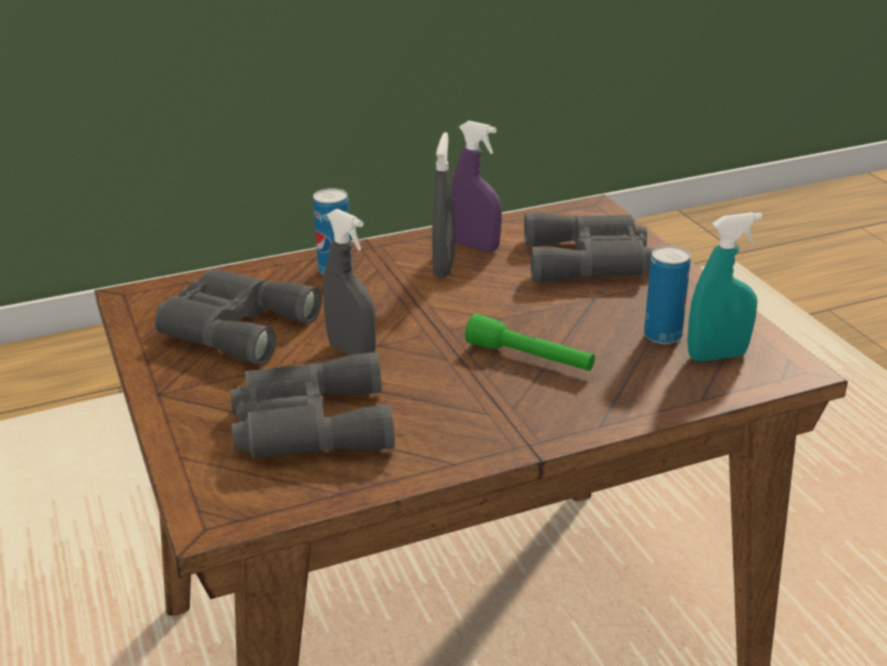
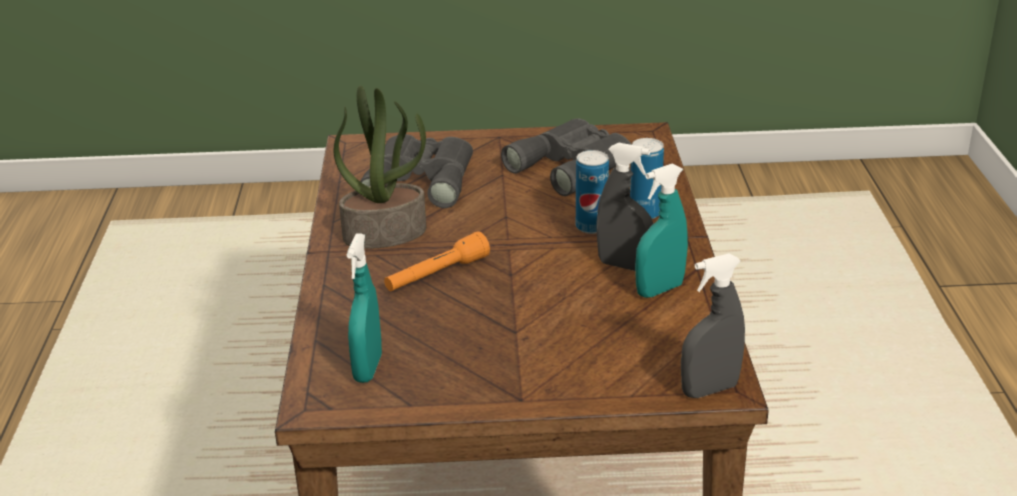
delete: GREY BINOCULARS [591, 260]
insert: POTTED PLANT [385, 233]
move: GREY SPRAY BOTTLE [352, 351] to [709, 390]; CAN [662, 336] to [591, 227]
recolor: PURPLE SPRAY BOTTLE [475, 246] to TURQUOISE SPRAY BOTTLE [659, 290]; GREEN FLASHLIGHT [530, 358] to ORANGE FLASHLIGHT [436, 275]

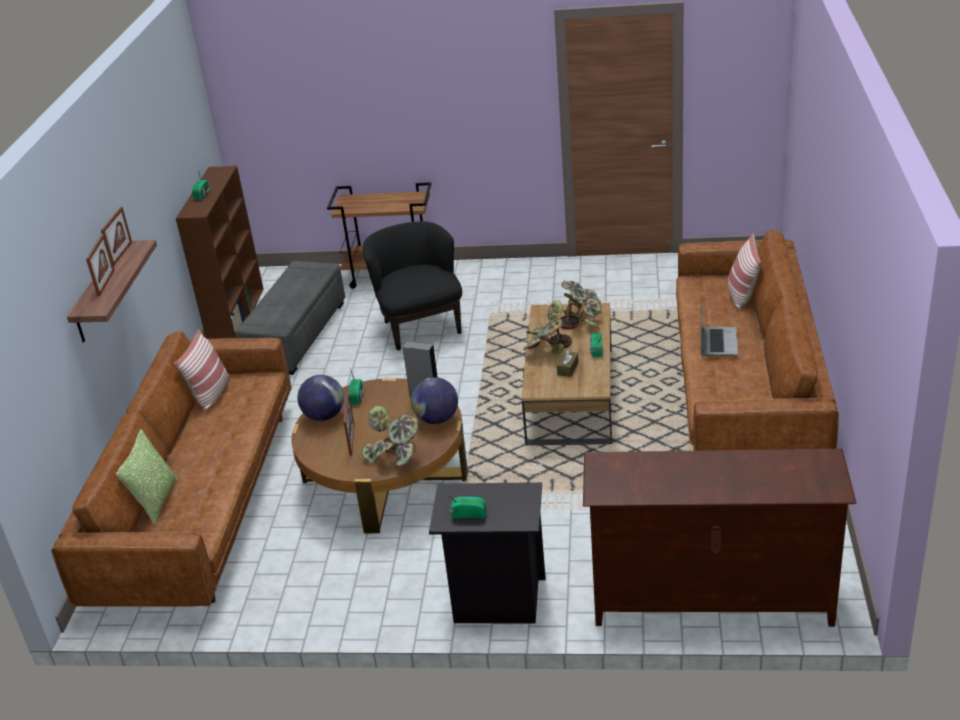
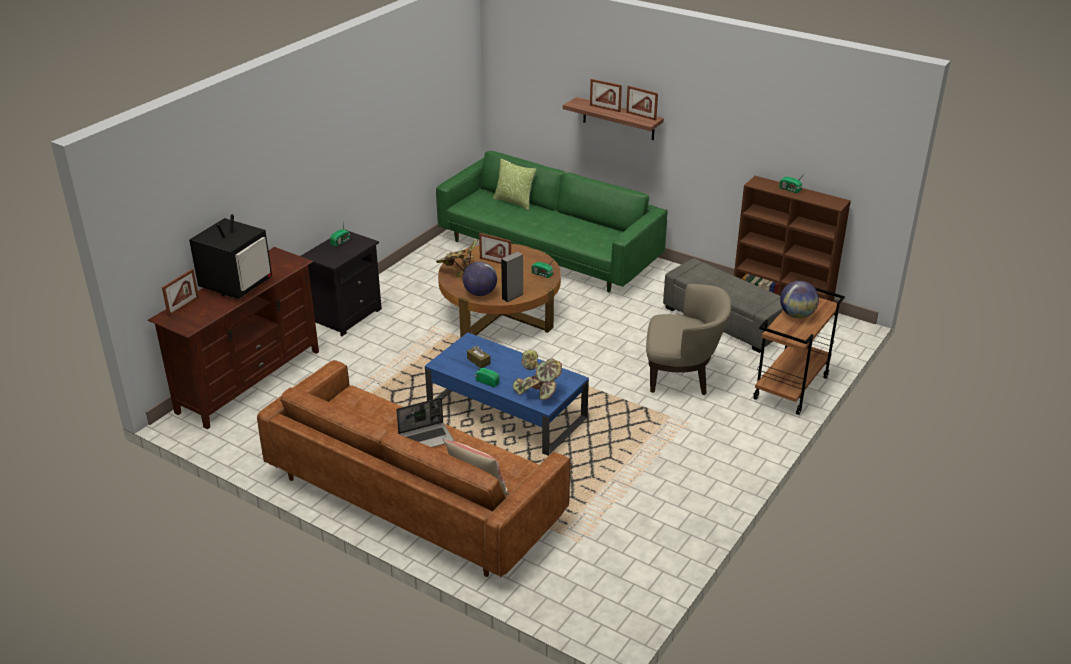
delete: POTTED PLANT [547, 347]; PILLOW [211, 395]
insert: TELEVISION [236, 284]; PICTURE FRAME [183, 307]
move: GLOBE [324, 416] to [797, 315]
recolor: BLACK ARMCHAIR [420, 326] to BEIGE ARMCHAIR [682, 377]; BROWN COFFEE TABLE [570, 395] to BLUE COFFEE TABLE [506, 411]; BROWN SOFA [199, 503] to GREEN SOFA [549, 251]
rotate: LAPTOP [717, 342] = [426, 438] 60 degrees counterclockwise

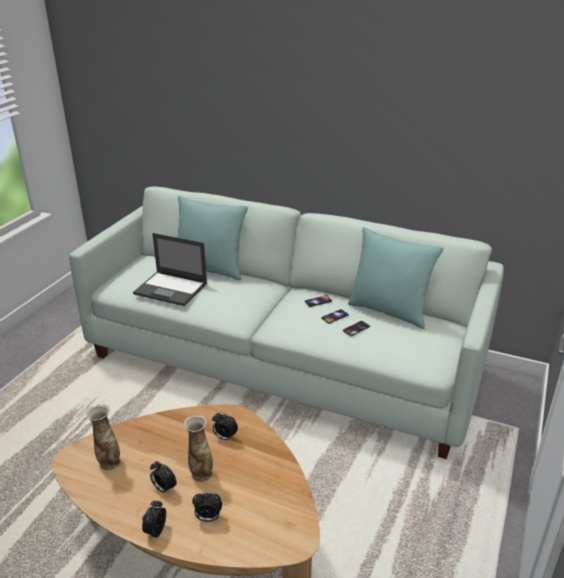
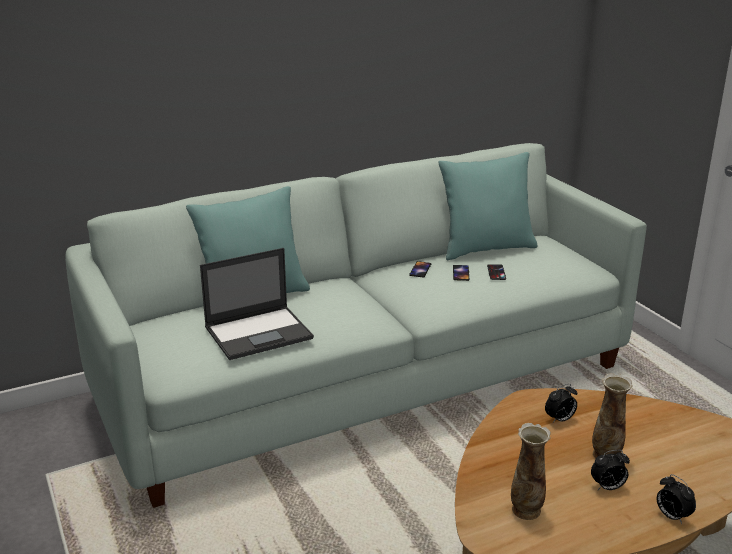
delete: ALARM CLOCK [208, 518]

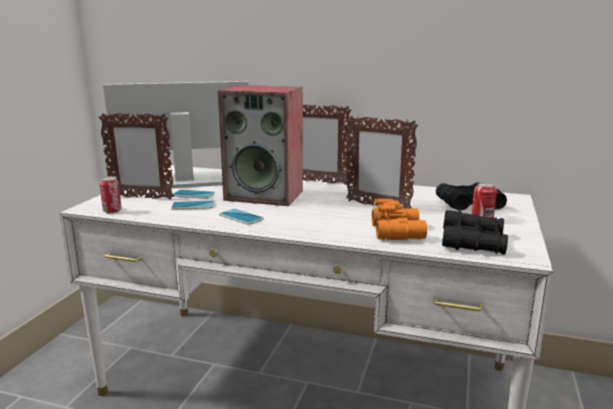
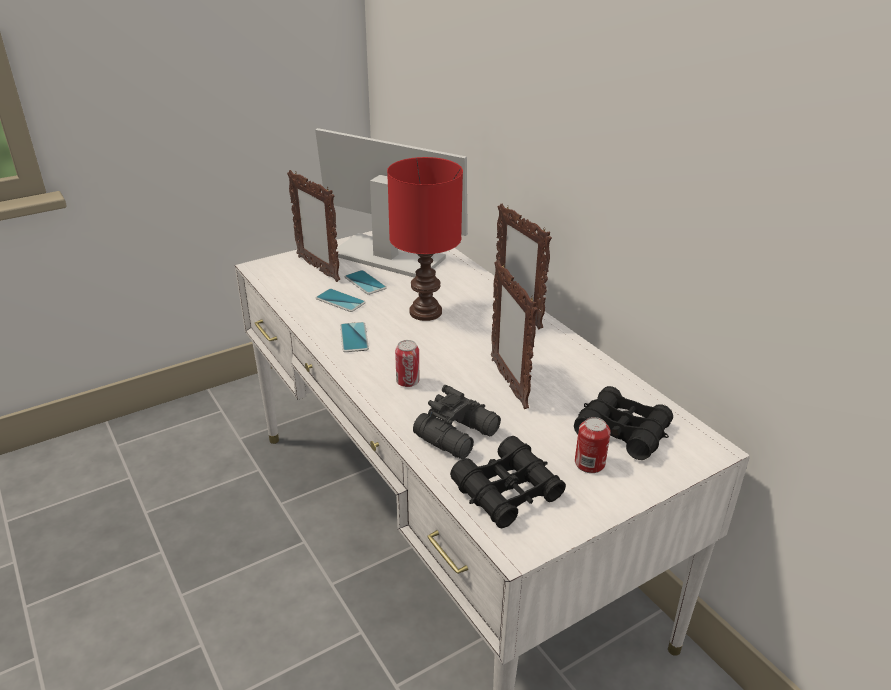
move: CAN [112, 211] to [407, 382]
replace: SPEAKER [265, 195] to RED TABLE LAMP [427, 312]
recolor: ORANGE BINOCULARS [398, 232] to BLACK BINOCULARS [459, 434]

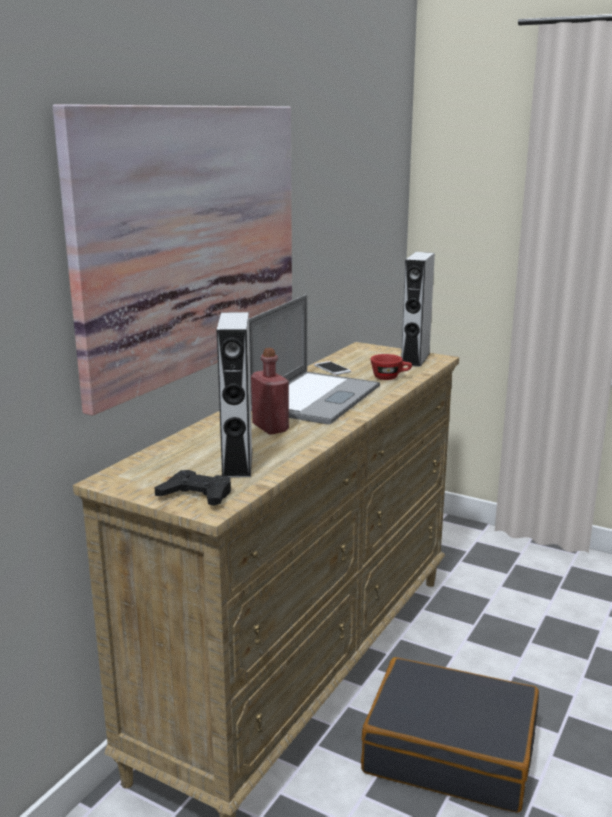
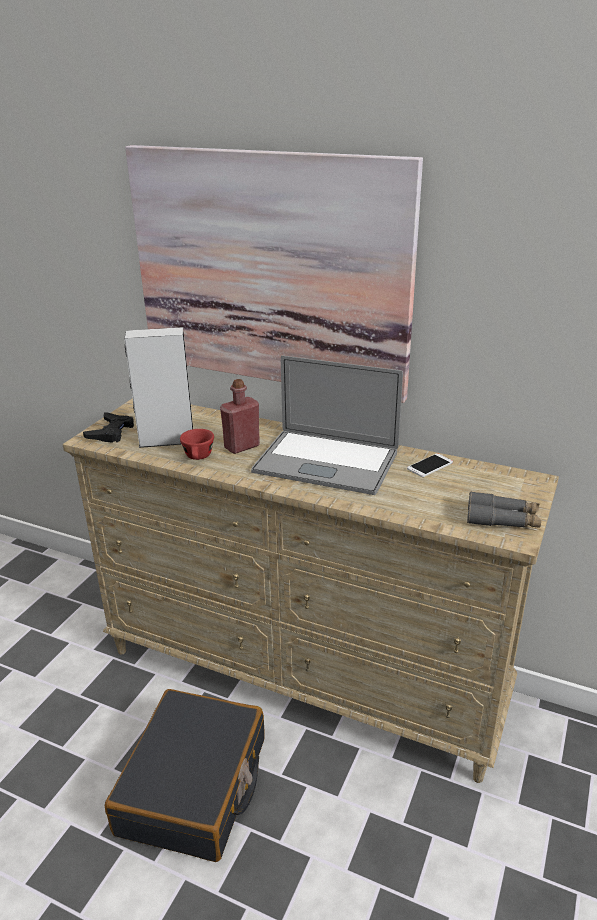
move: RED CUP [390, 377] to [198, 457]
replace: GREY SPEAKER [415, 359] to GREY BINOCULARS [502, 519]

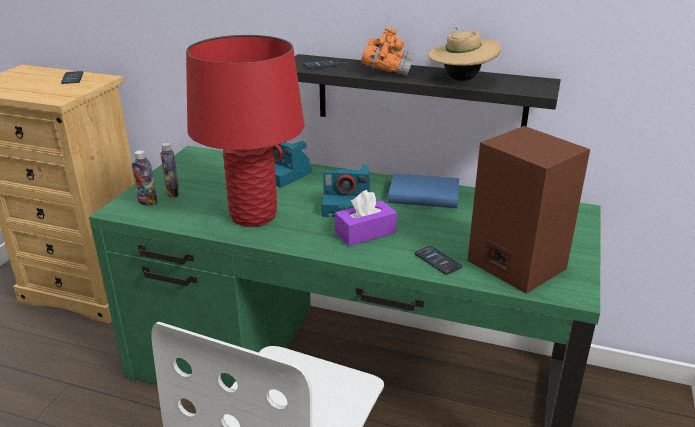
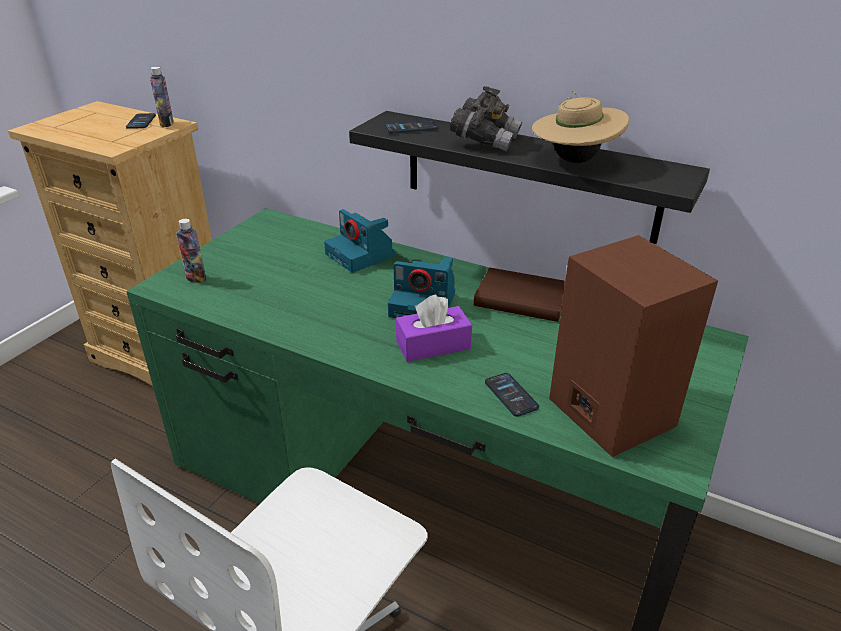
delete: RED TABLE LAMP [253, 216]
move: BOTTLE [173, 193] to [167, 124]
recolor: ORANGE BINOCULARS [387, 70] to GREY BINOCULARS [485, 141]; BLUE BOOK [423, 195] to BROWN BOOK [521, 300]

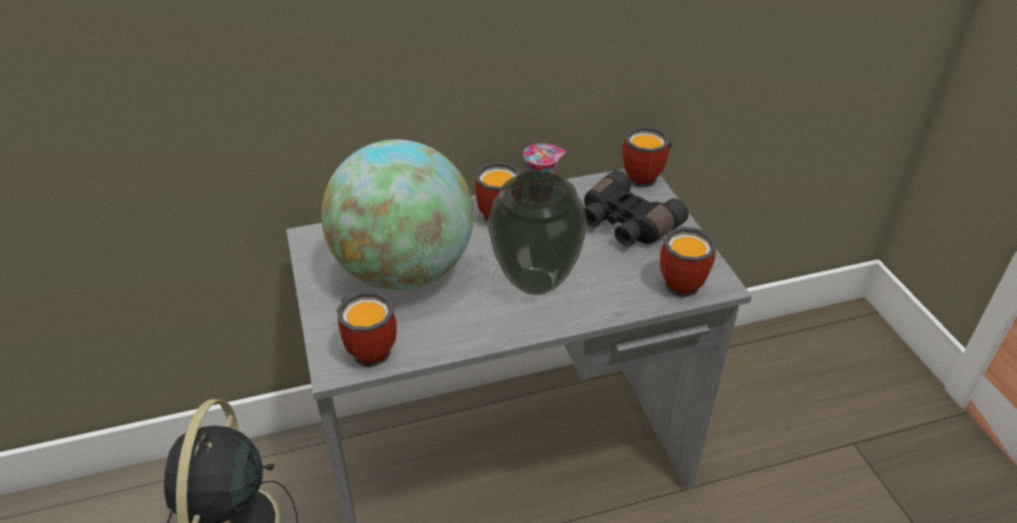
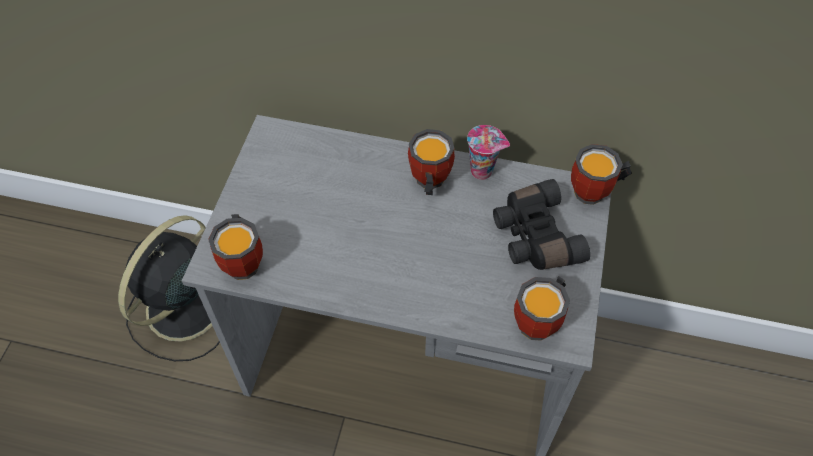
delete: GLOBE [404, 271]; VASE [534, 281]

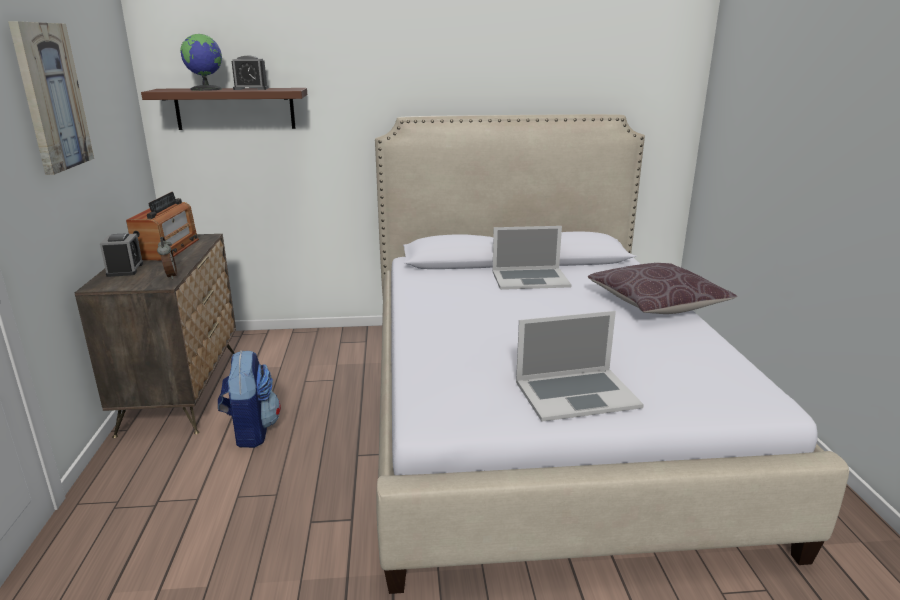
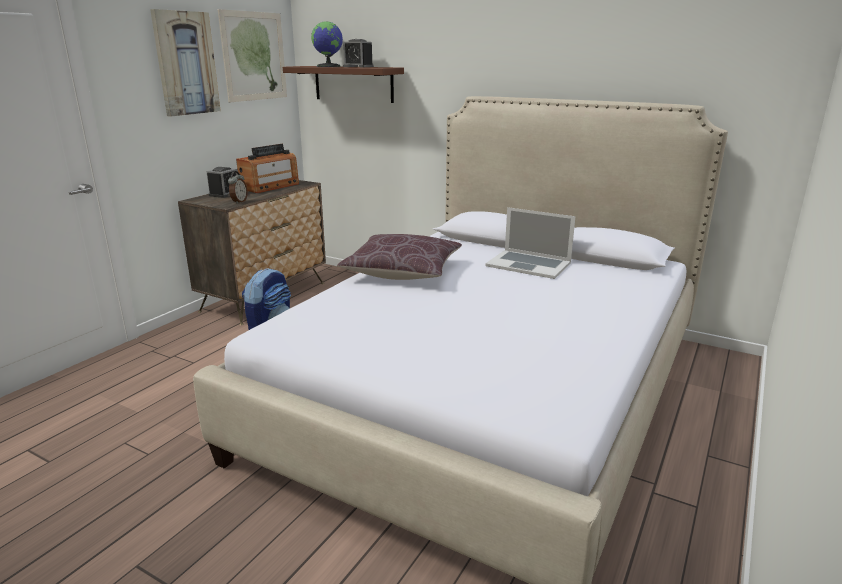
delete: LAPTOP [576, 394]
insert: PICTURE [254, 56]
move: BROWN PILLOW [656, 303] to [402, 271]

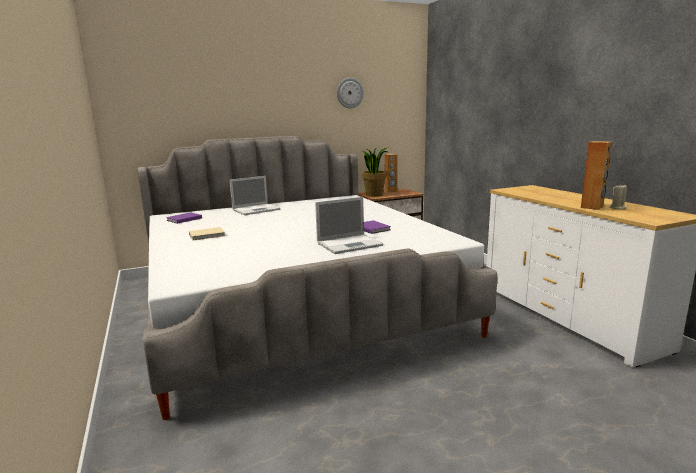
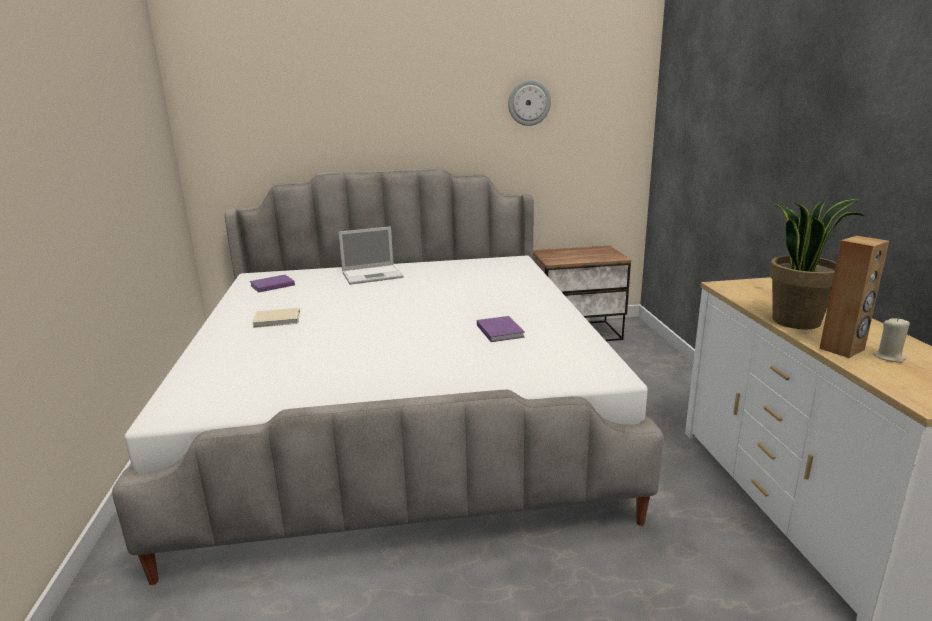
delete: BROWN SPEAKER [391, 191]; LAPTOP [350, 244]
move: POTTED PLANT [374, 195] to [796, 321]

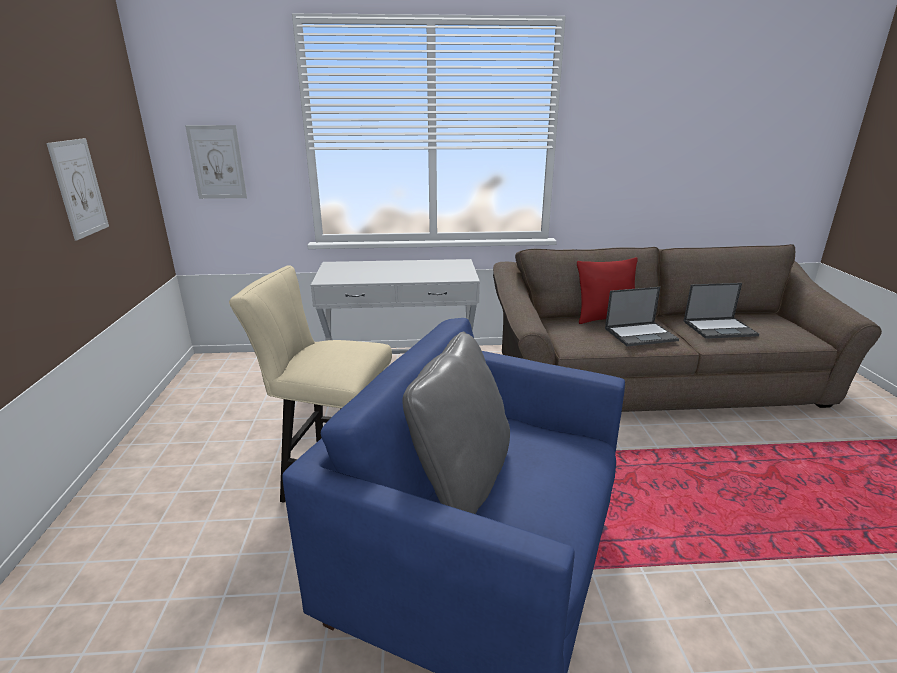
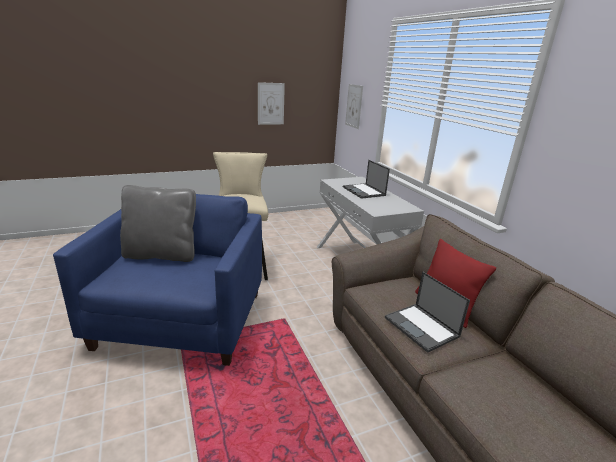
move: LAPTOP [720, 328] to [364, 191]

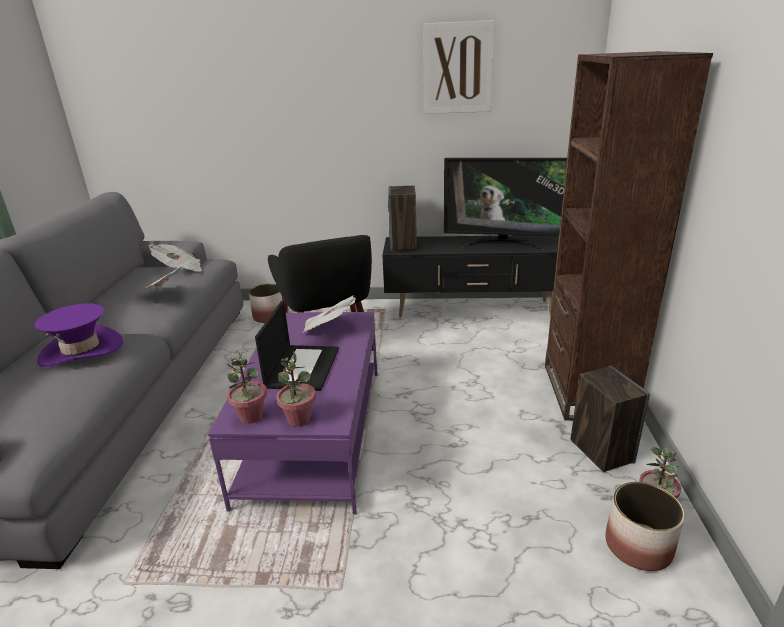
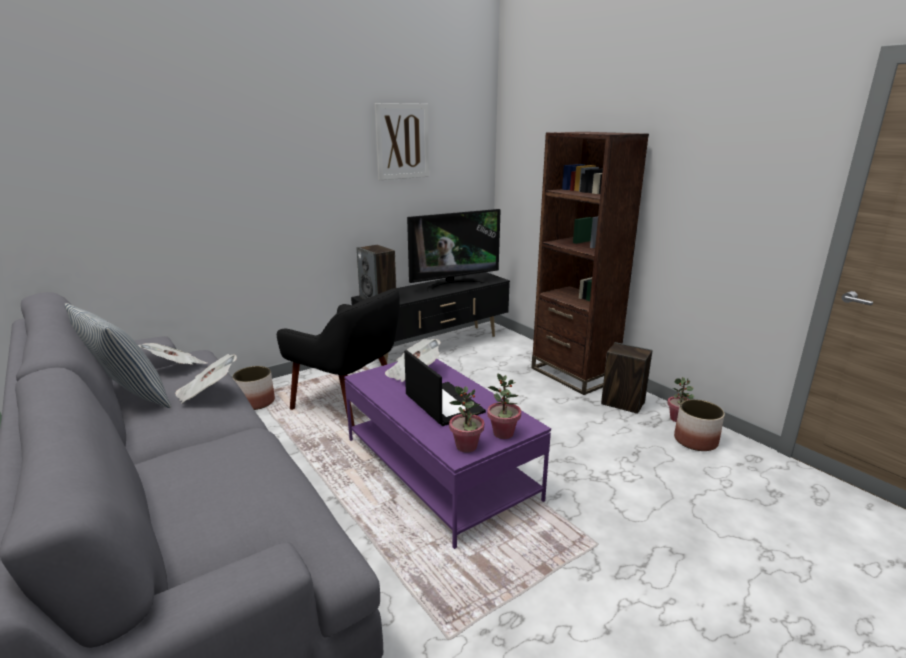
delete: PURPLE HAT [81, 350]
insert: PILLOW [128, 399]

